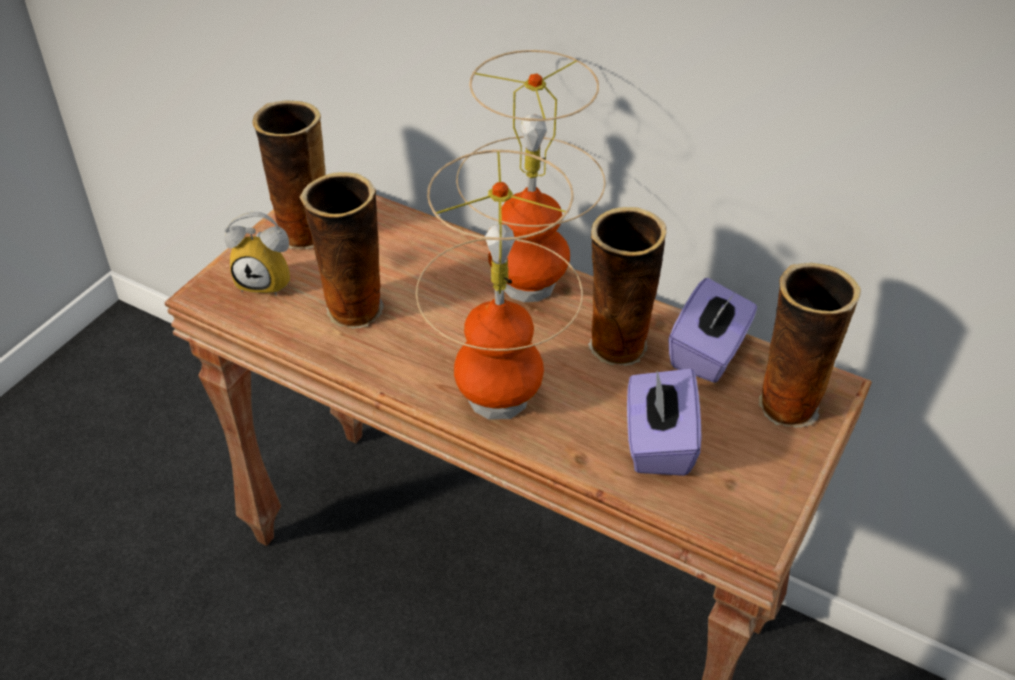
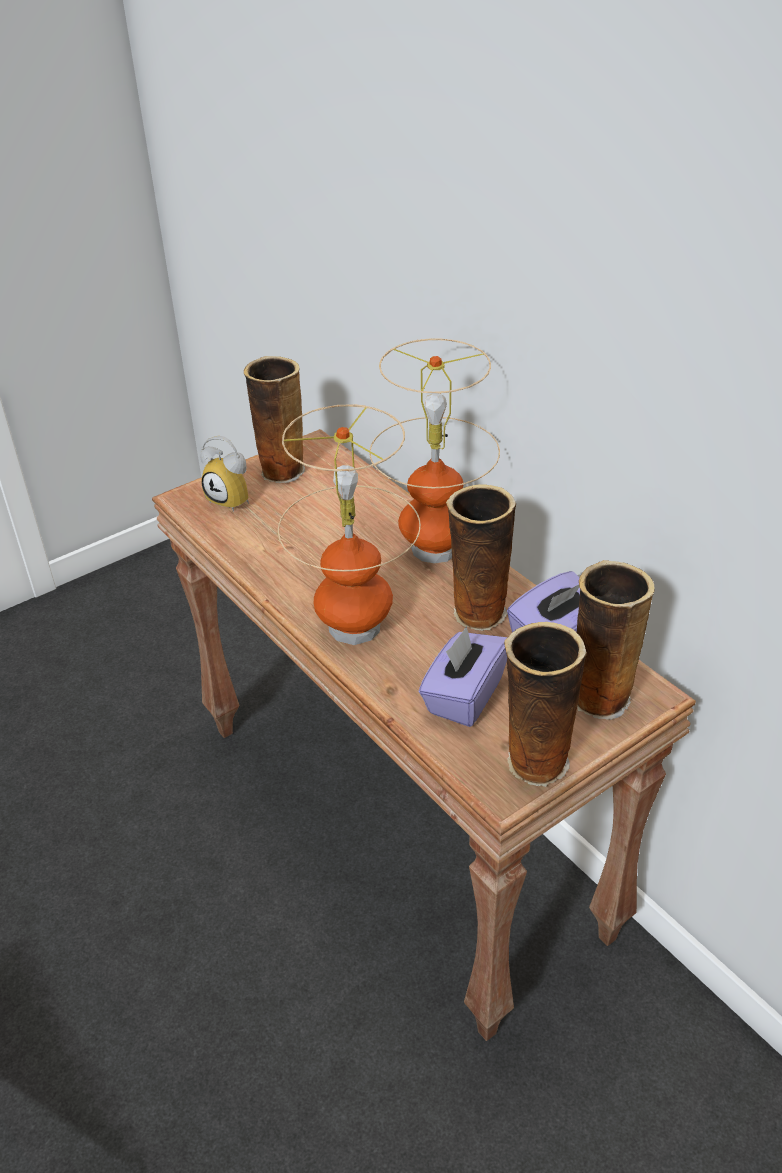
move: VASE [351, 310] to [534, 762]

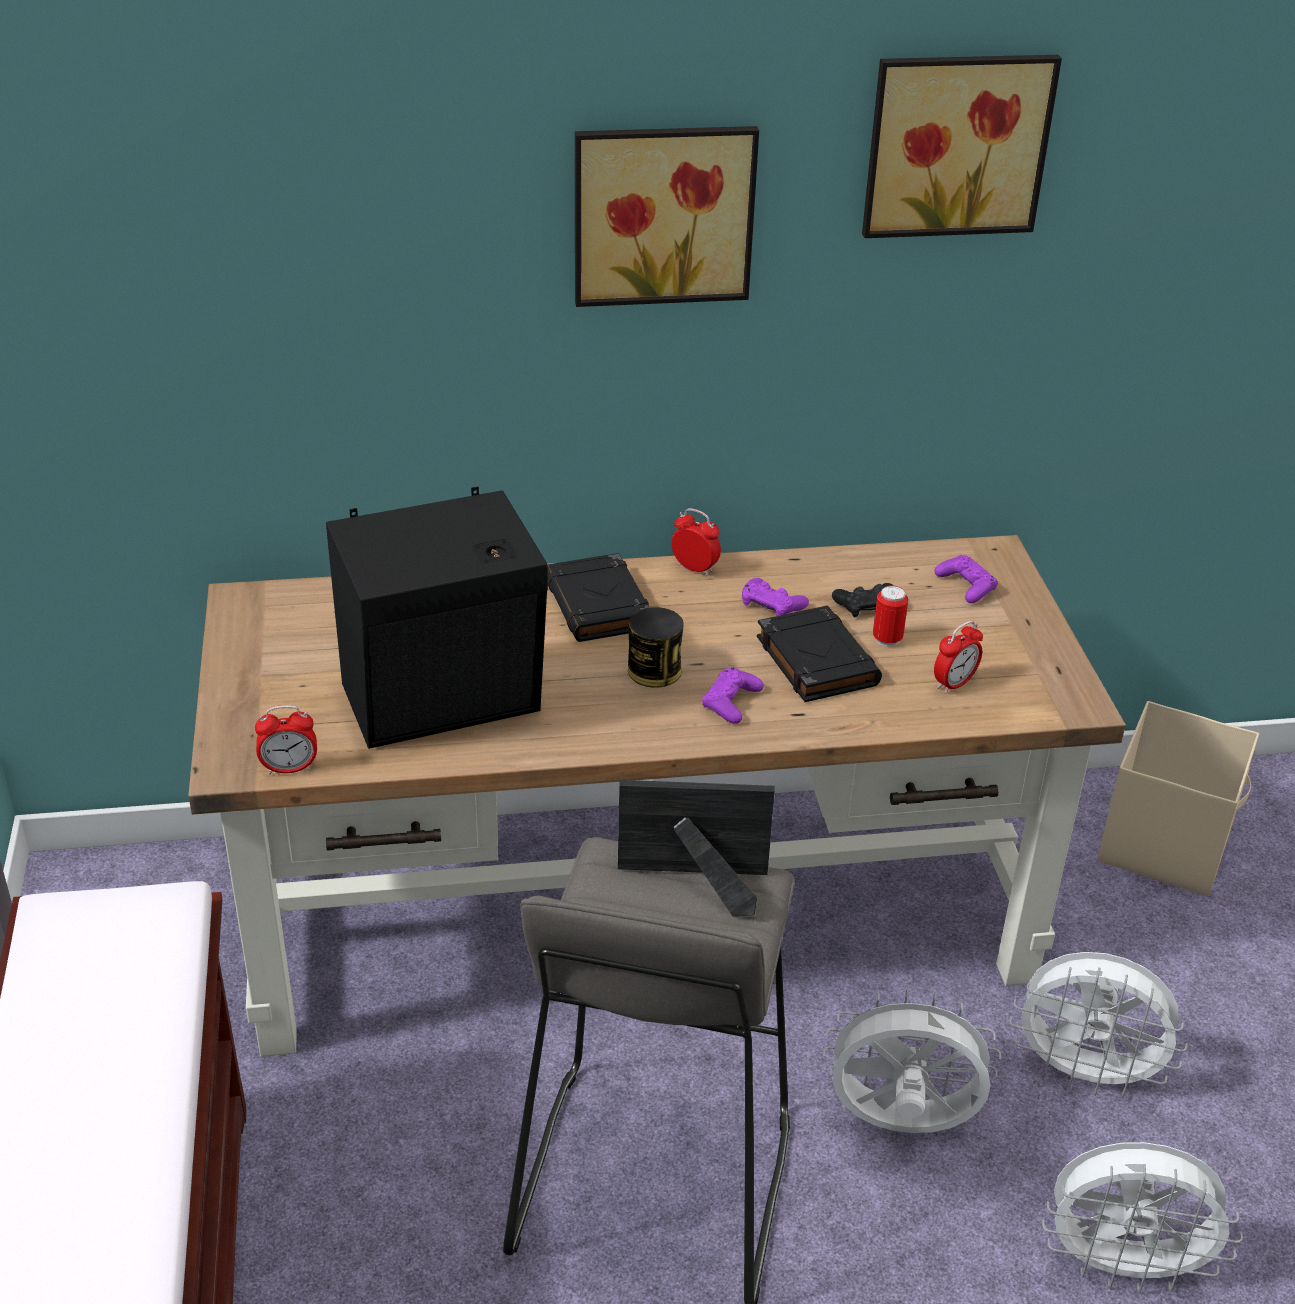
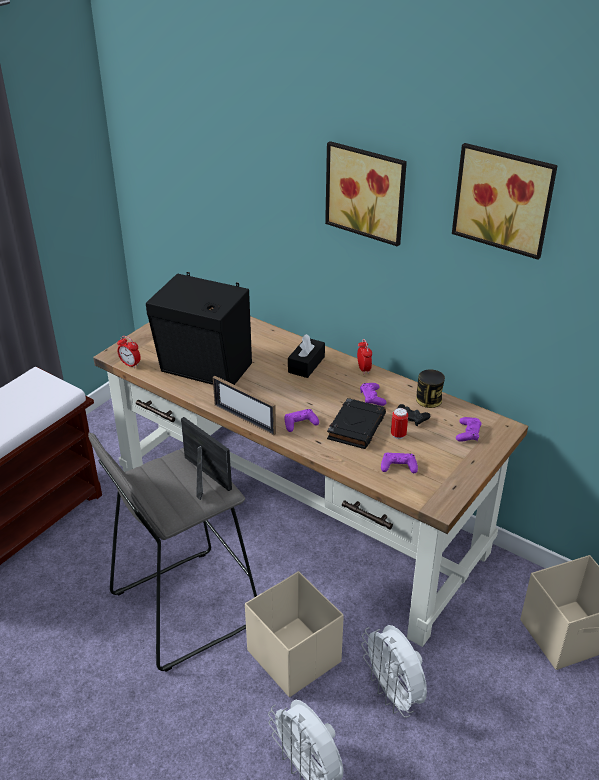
insert: PICTURE FRAME [244, 419]
move: CAN [654, 671] to [429, 400]
replace: BLACK BOOK [598, 606] to BLACK TISSUE BOX [306, 364]; ALARM CLOCK [954, 683] to PURPLE GAME CONTROLLER [398, 466]; WHITE FAN [900, 1125] to BEIGE STORAGE BOX [293, 655]

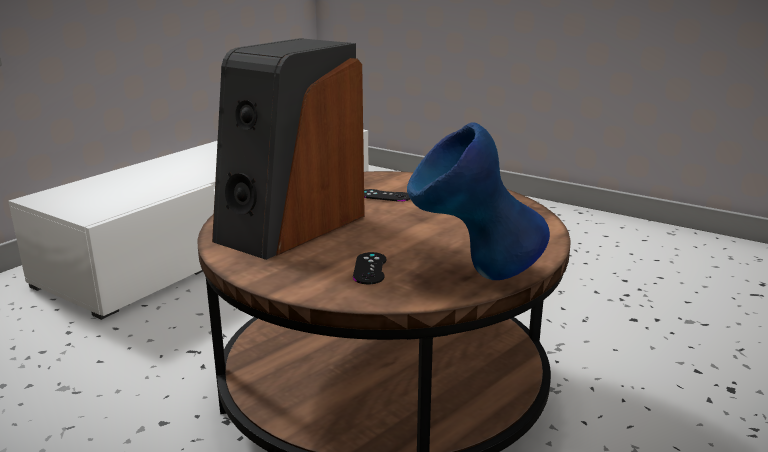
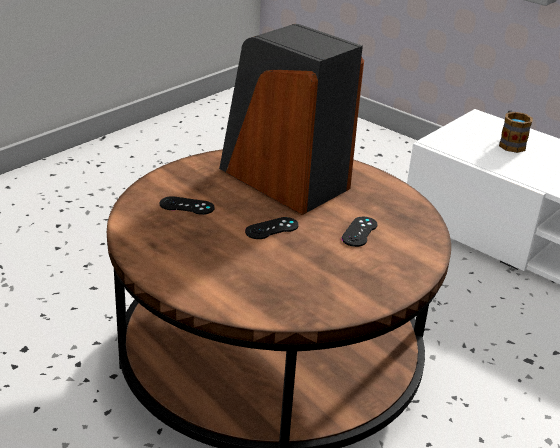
delete: BLUE VASE [474, 275]
insert: MUG [510, 143]; BLACK GAME CONTROLLER [272, 228]

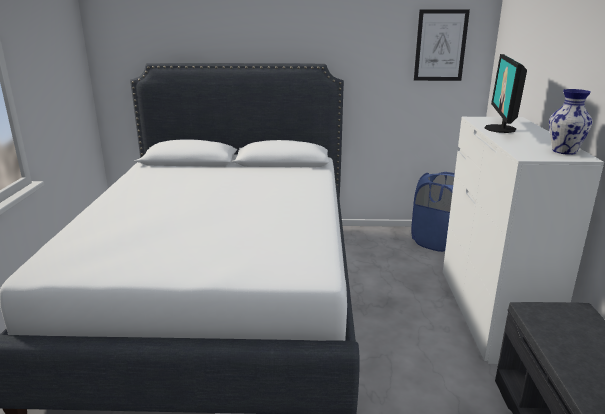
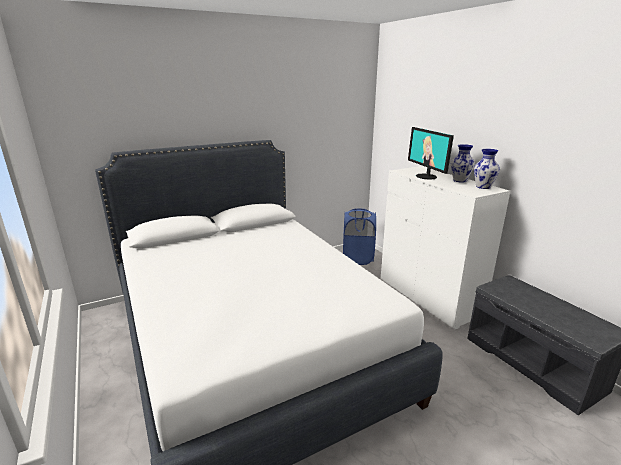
delete: PICTURE [440, 45]
insert: VASE [459, 180]

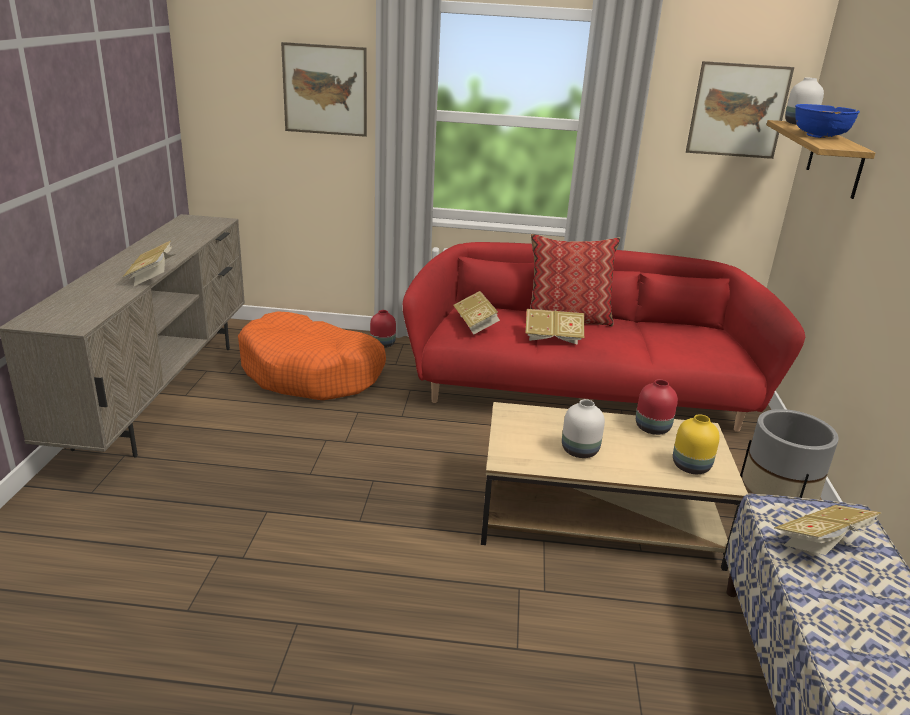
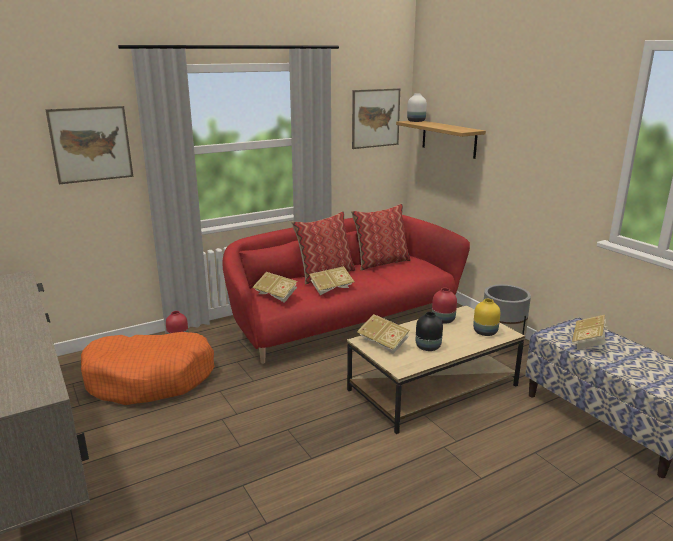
delete: BLUE BOWL [819, 136]
insert: PILLOW [381, 262]
move: BOOK [152, 276] to [383, 343]
recolor: WHITE VASE [578, 451] to BLACK VASE [427, 347]

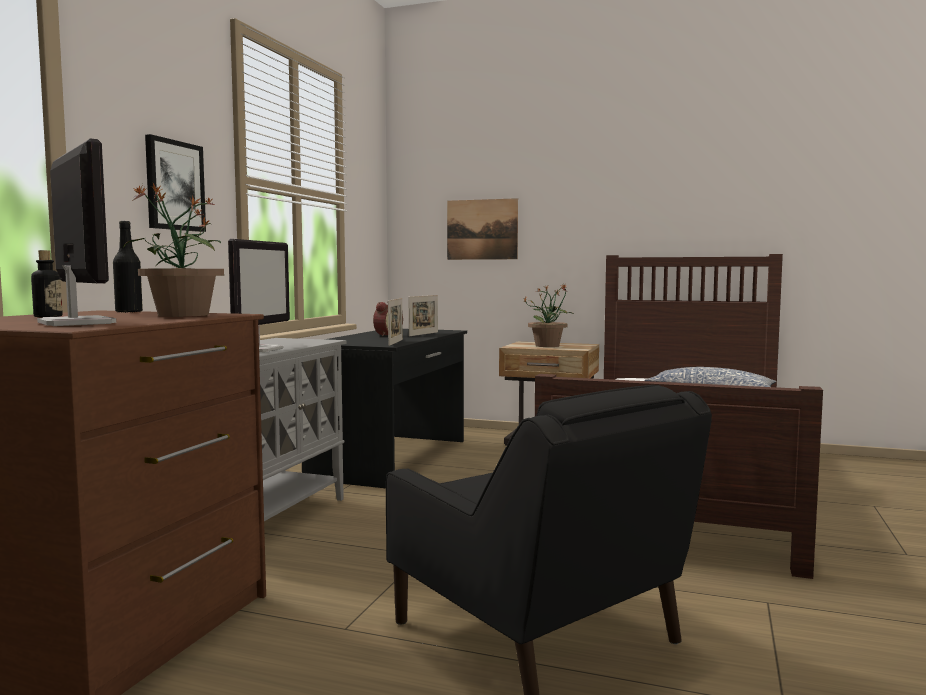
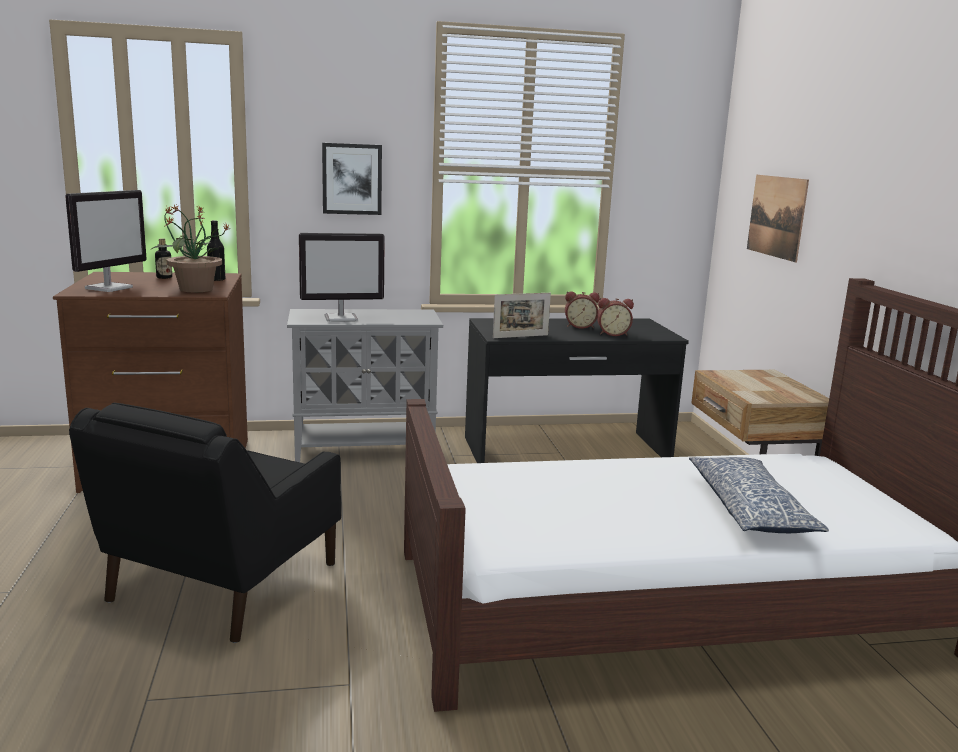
delete: POTTED PLANT [548, 346]
replace: PICTURE FRAME [423, 334] to ALARM CLOCK [612, 334]

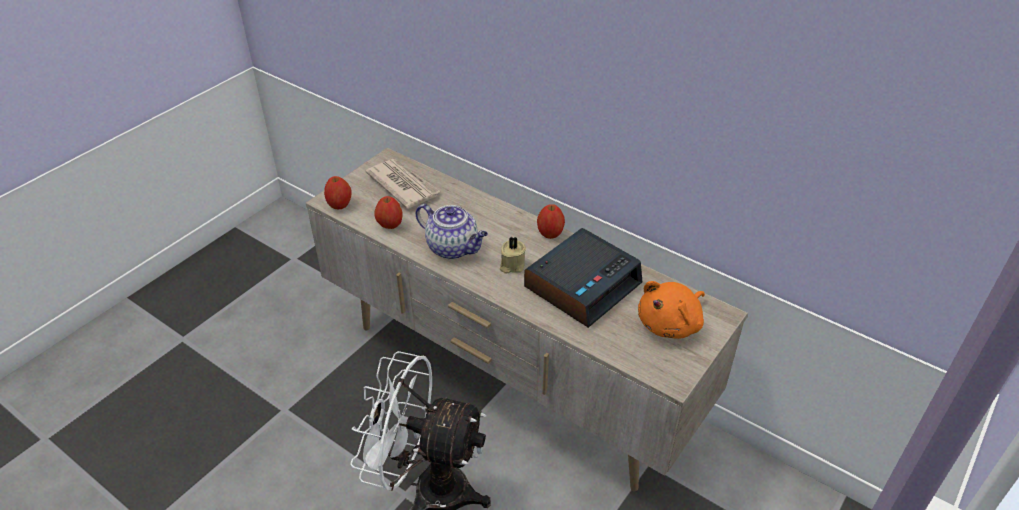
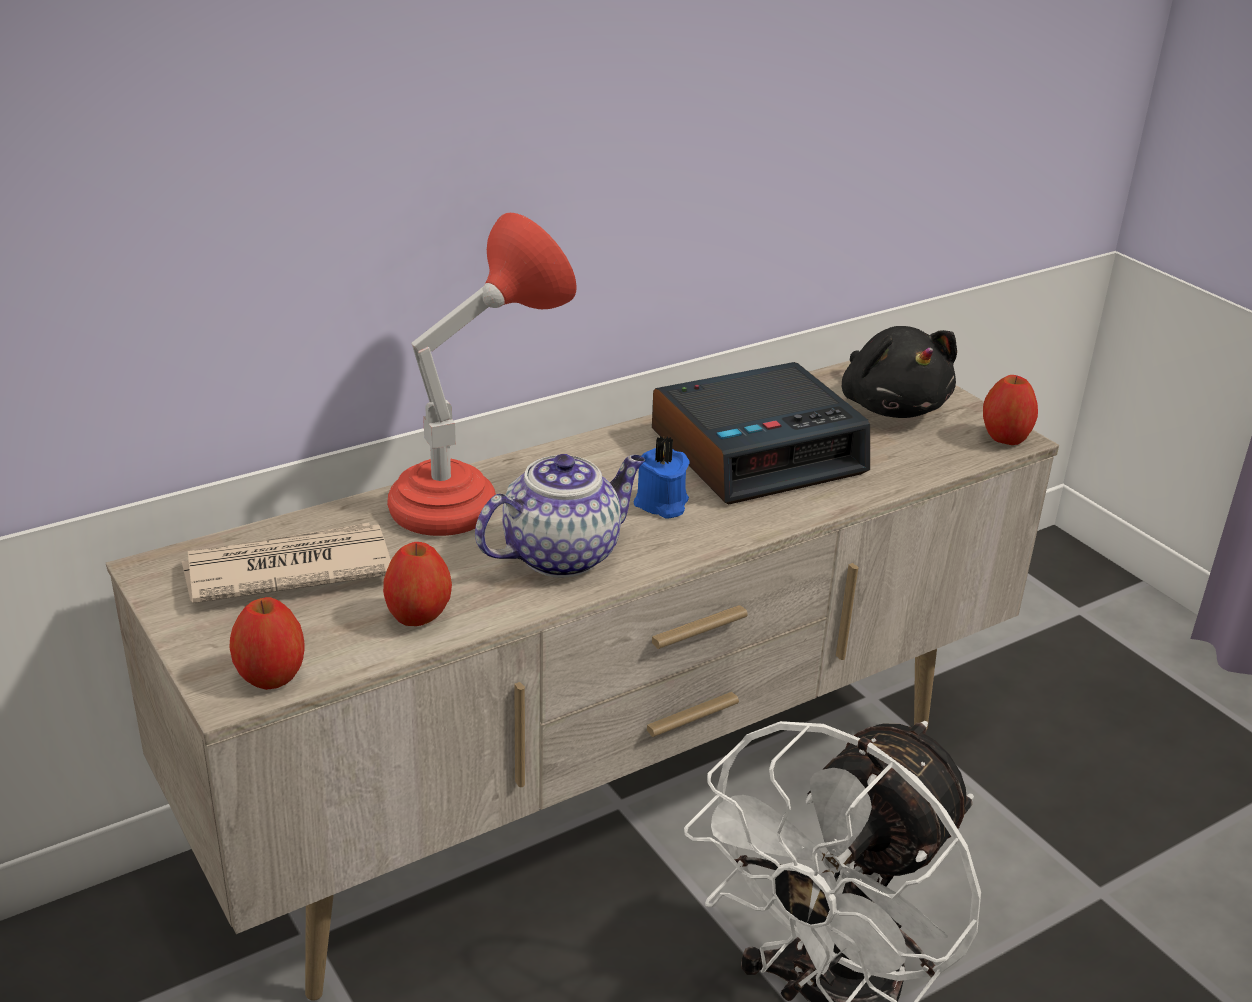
insert: RED TABLE LAMP [472, 501]
move: APPLE [550, 233] to [1004, 438]
recolor: BEIGE CANDLE [511, 265] to BLUE CANDLE [661, 504]; ORANGE PLUSH TOY [671, 324] to BLACK PLUSH TOY [892, 406]
rotate: ALARM CLOCK [582, 285] = [758, 451] 90 degrees clockwise

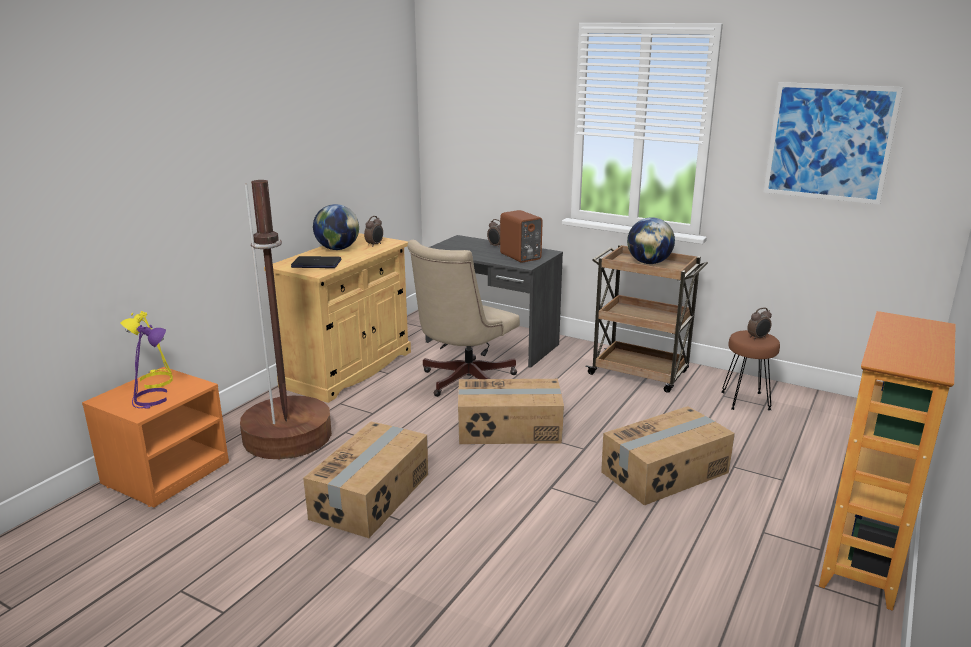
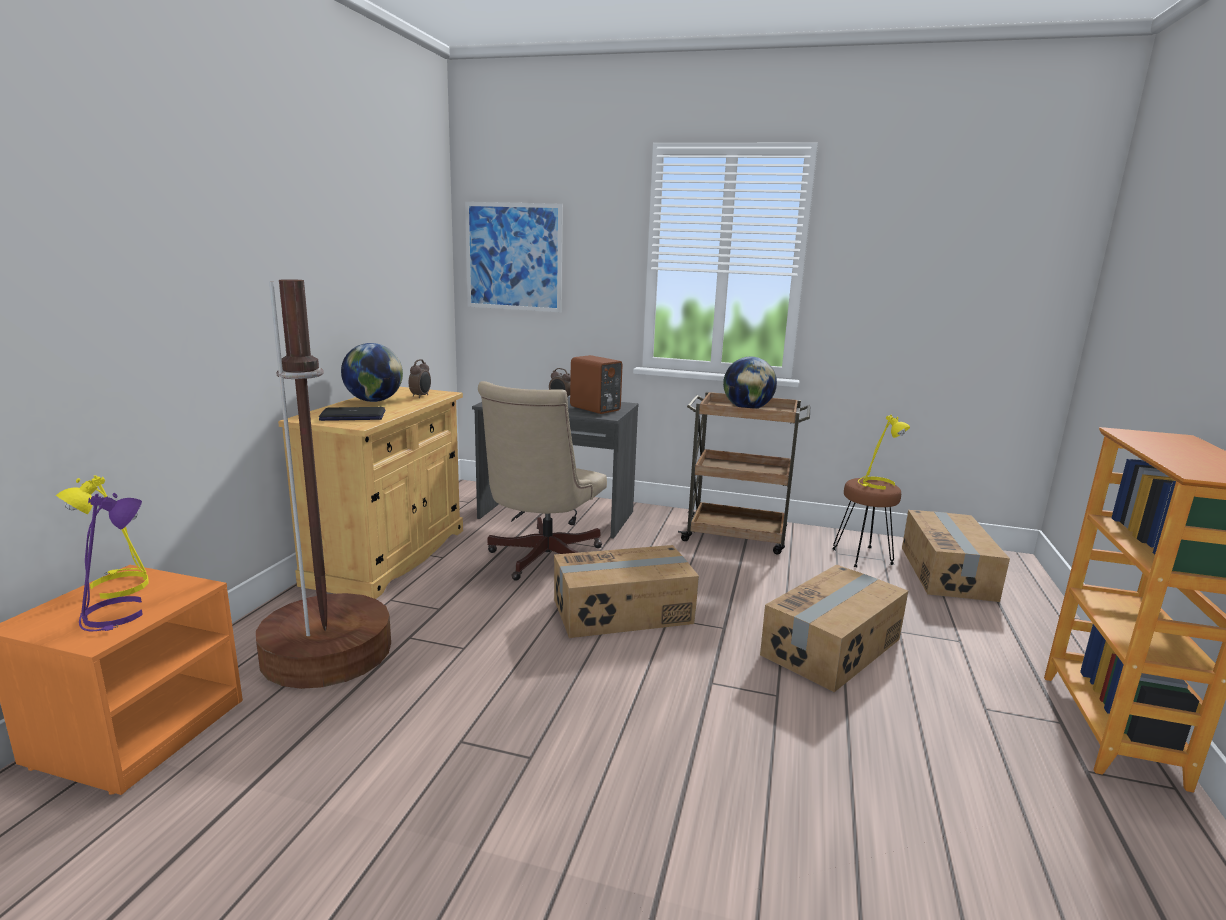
move: PICTURE [829, 142] to [513, 257]; CARDBOARD BOX [372, 496] to [948, 573]
replace: ALARM CLOCK [758, 338] to YELLOW TABLE LAMP [877, 485]

